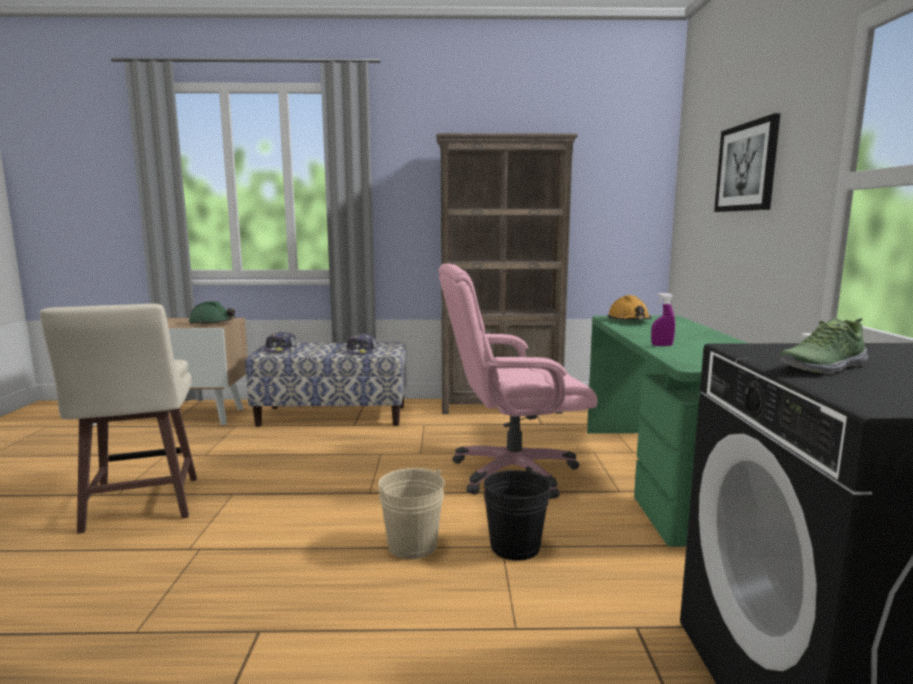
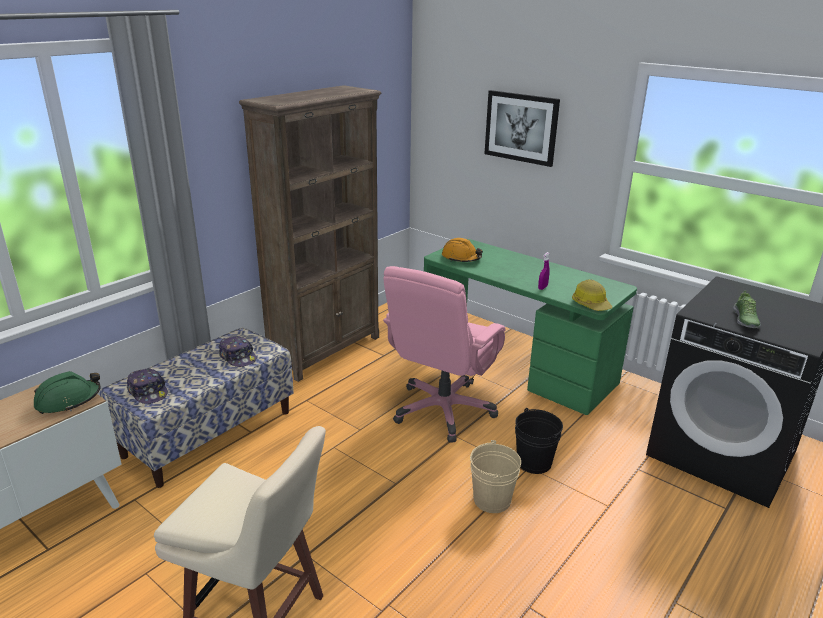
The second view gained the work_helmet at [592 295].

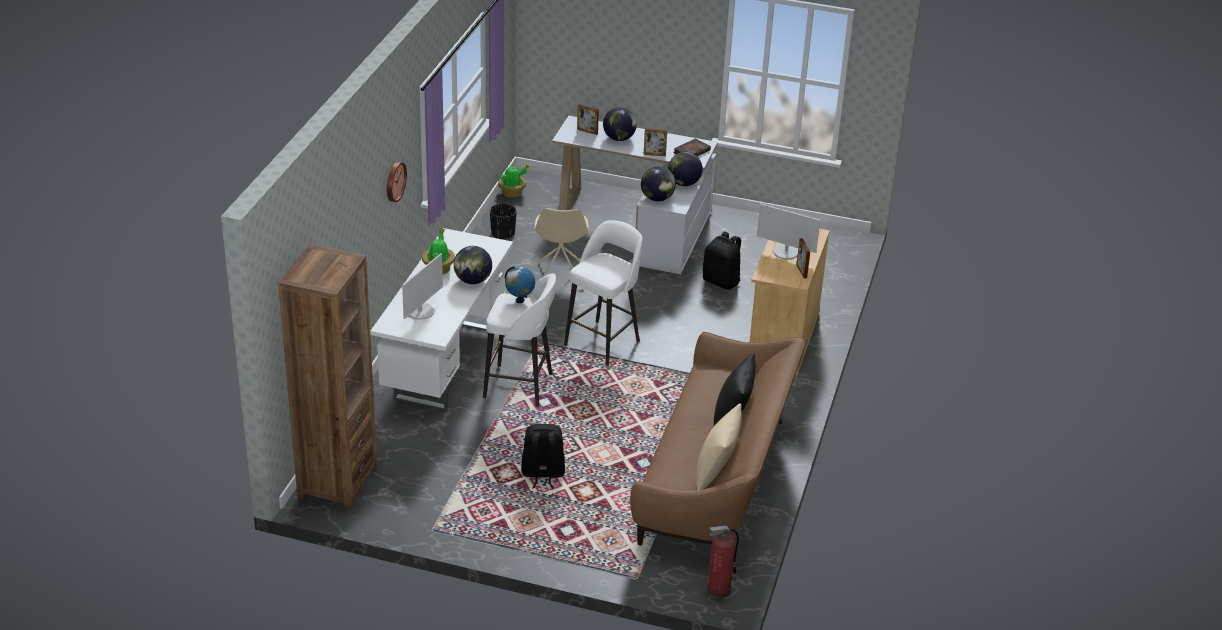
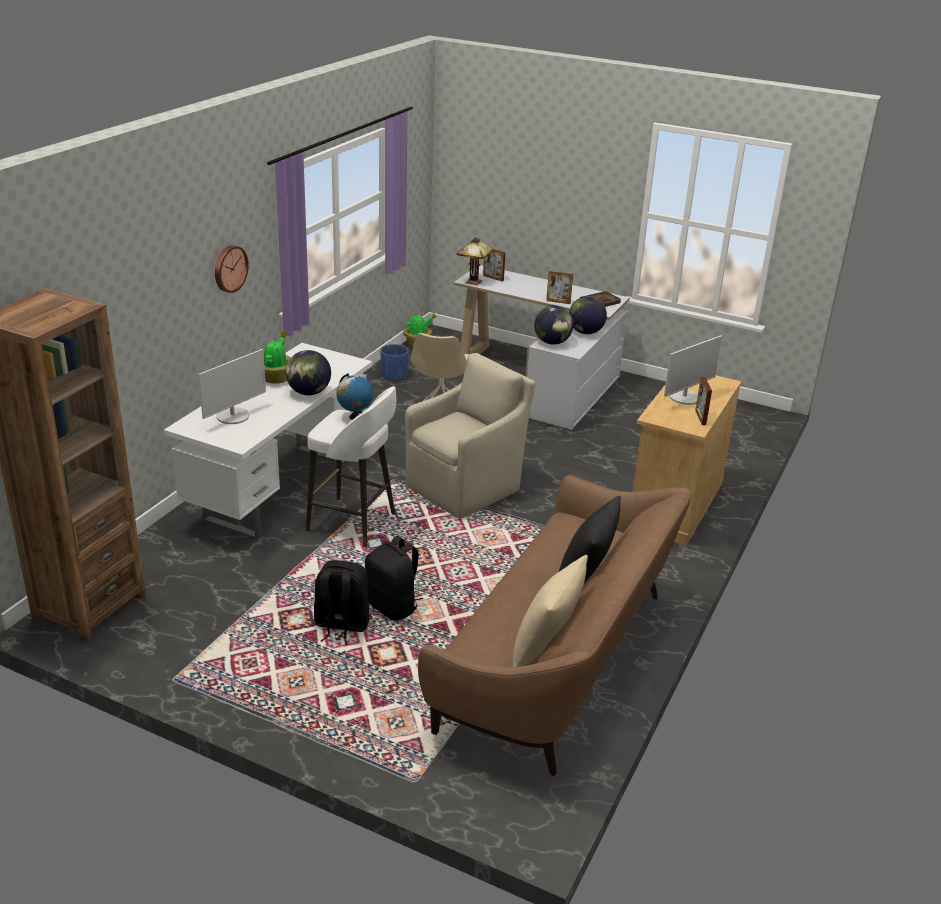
What was the black-coloured_plant_pot at [503 221] turned into the bluish_plant_pot at [394 363]. Where the white-coloured_sitting_stool stood at [603 293], the sand-coloured_easy_chair came to stand at [470 436]. The second view lost the desk_globe at [620 124]. The black-coloured_backpack ended up elsewhere, having gone from [722 260] to [394 578]. The second view lost the fire_extinguisher at [723 562]. The monitor at [788 231] ended up facing another way, 75 degrees counterclockwise from before. The second view gained the lamp_for_a_table at [475 261].

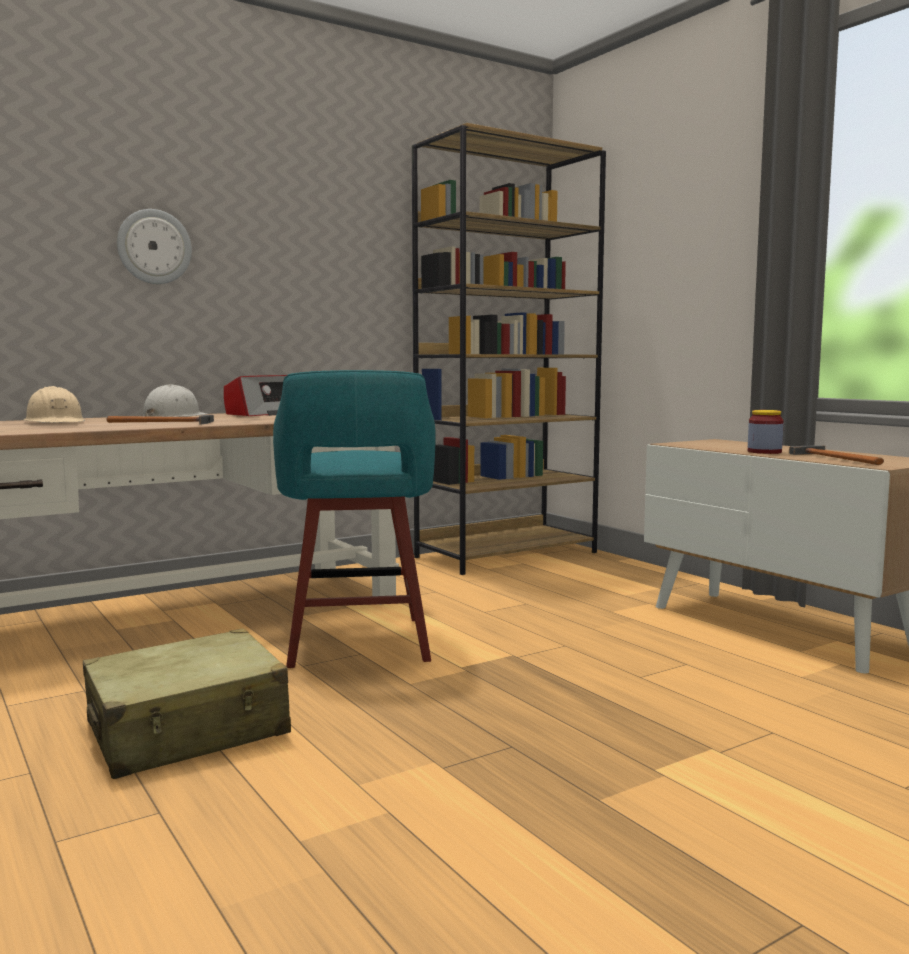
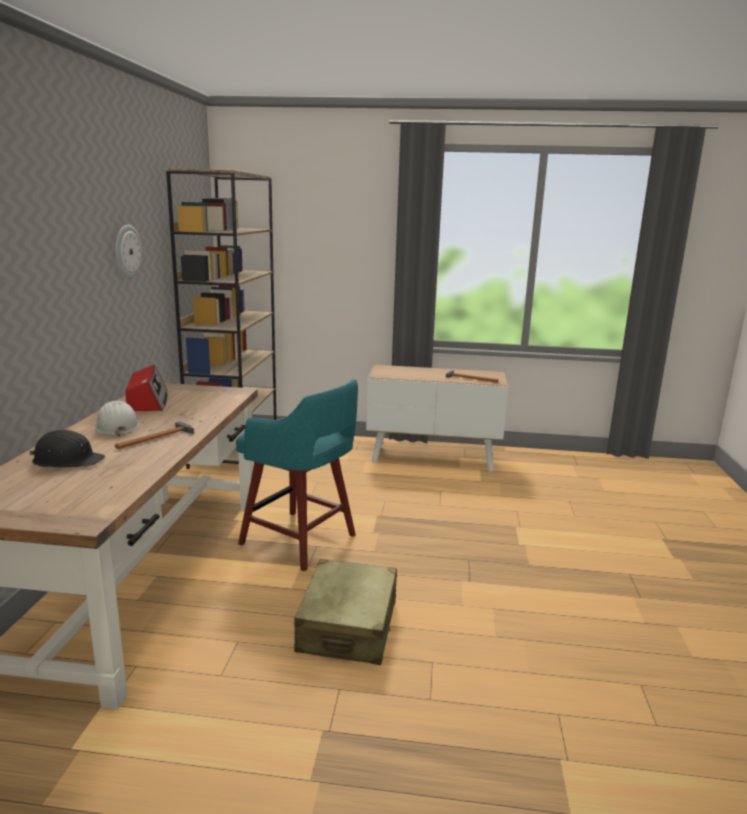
What was the sand-coloured_work_helmet at [54 404] turned into the black-coloured_work_helmet at [67 448]. The clock_on_the_wall ended up elsewhere, having gone from [154 246] to [128 252]. The second view lost the preserve_jar at [766 432].

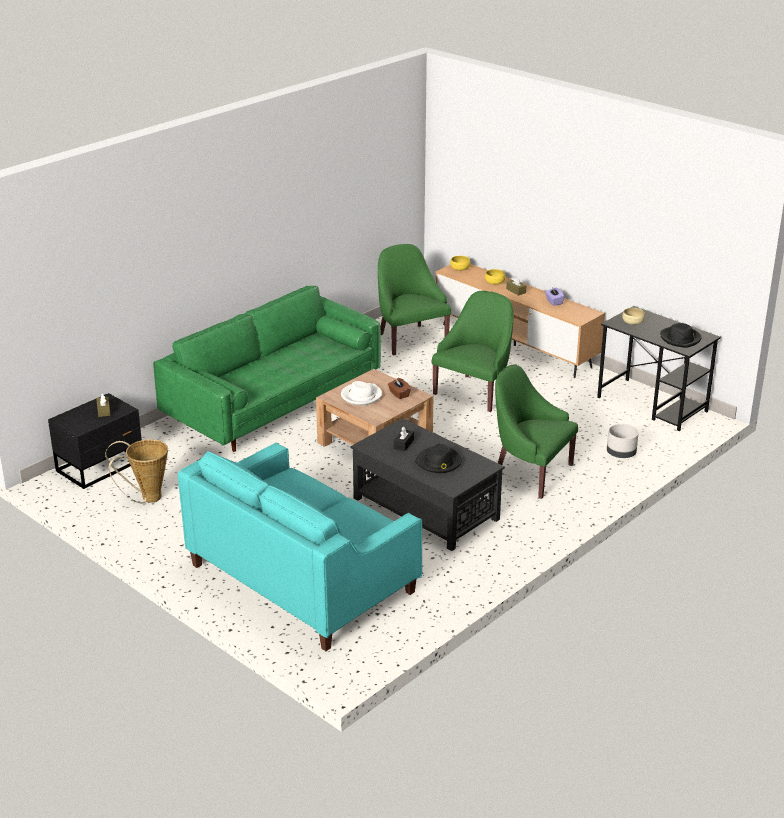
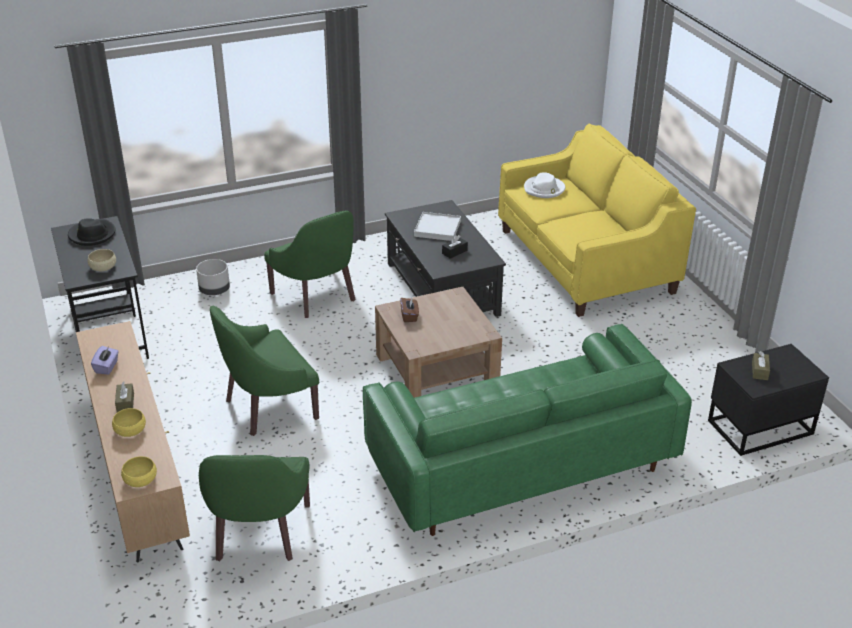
The second view lost the household_basket at [136 471]. What was the turquoise-coloured_couch at [300 547] turned into the yellow_couch at [597 220]. The white-coloured_wearable_hat ended up elsewhere, having gone from [361 393] to [544 185]. Where the black-coloured_wearable_hat stood at [438 458], the white-coloured_carrying_tray came to stand at [437 226].

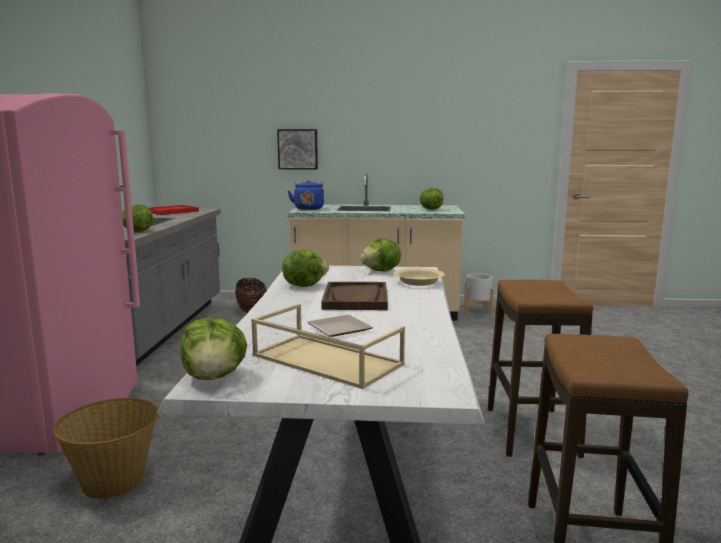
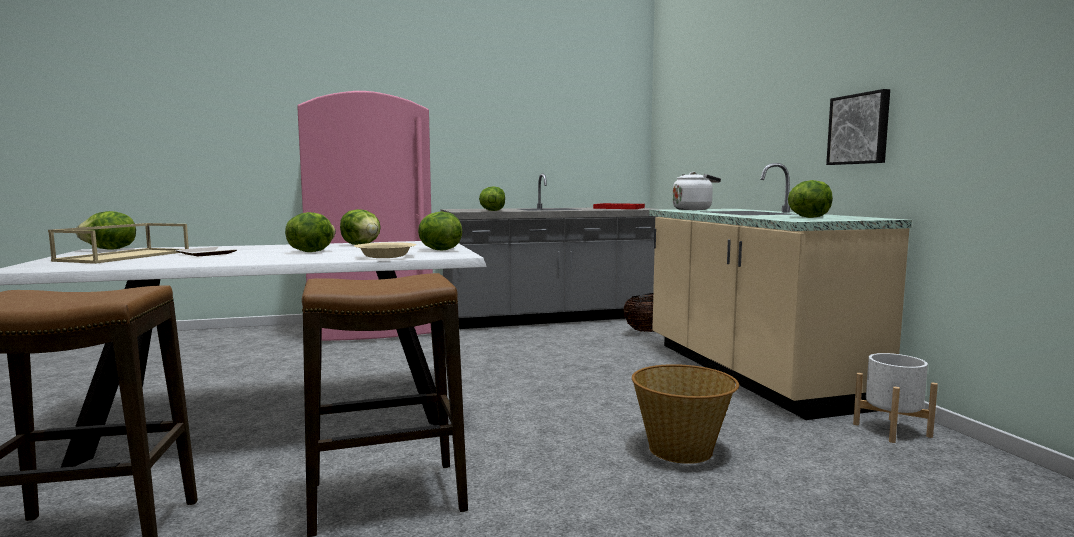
The household_basket ended up elsewhere, having gone from [106 448] to [685 414]. The wall_art ended up elsewhere, having gone from [297 149] to [858 127]. What was the bluish_water_kettle at [306 195] turned into the white-coloured_water_kettle at [697 191]. Where the brown-coloured_carrying_tray stood at [354 296], the lettuce came to stand at [310 232].

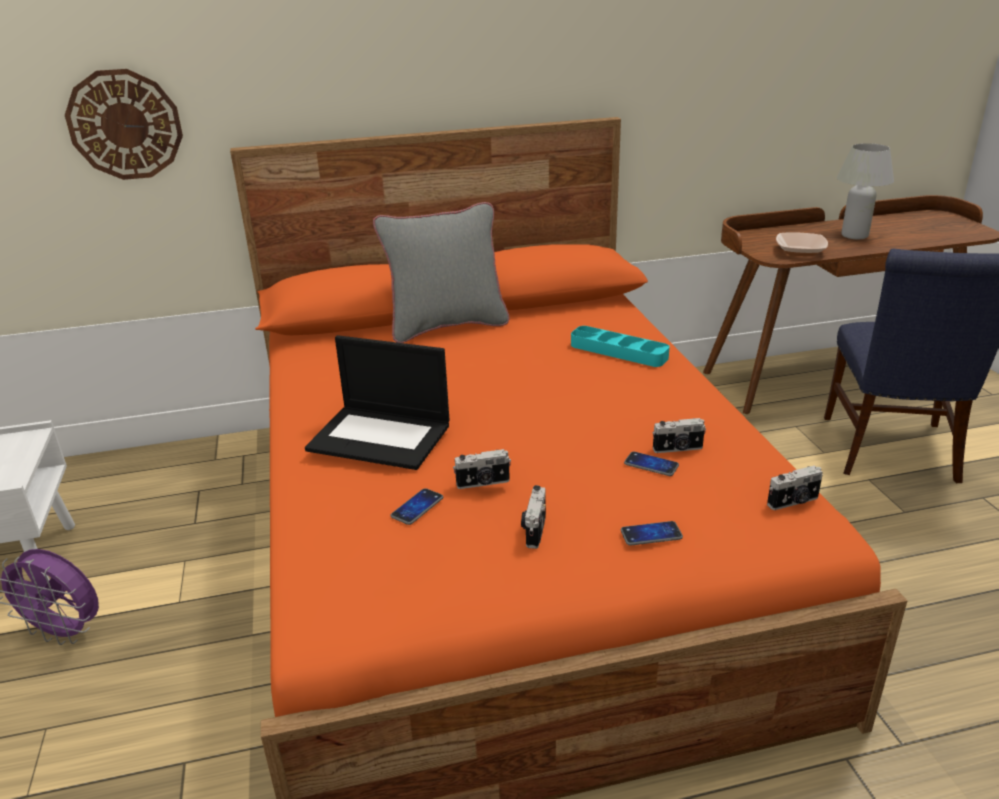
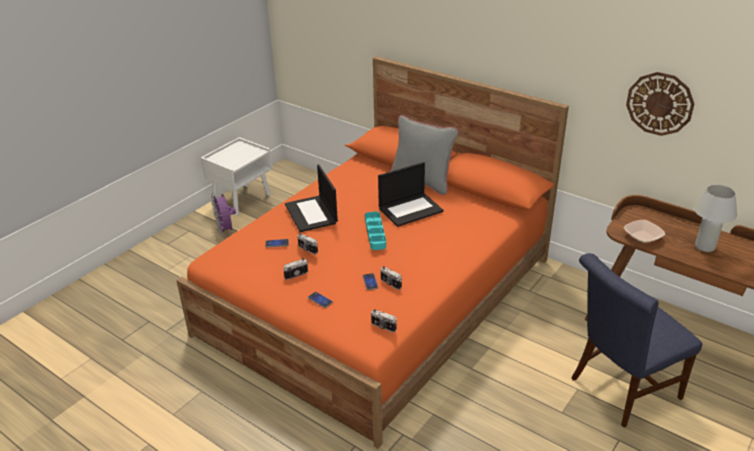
The clock_on_the_wall ended up elsewhere, having gone from [124 124] to [660 104]. The turquoise-coloured_carrying_tray ended up elsewhere, having gone from [620 346] to [375 231]. The second view gained the portable_computer at [411 194].

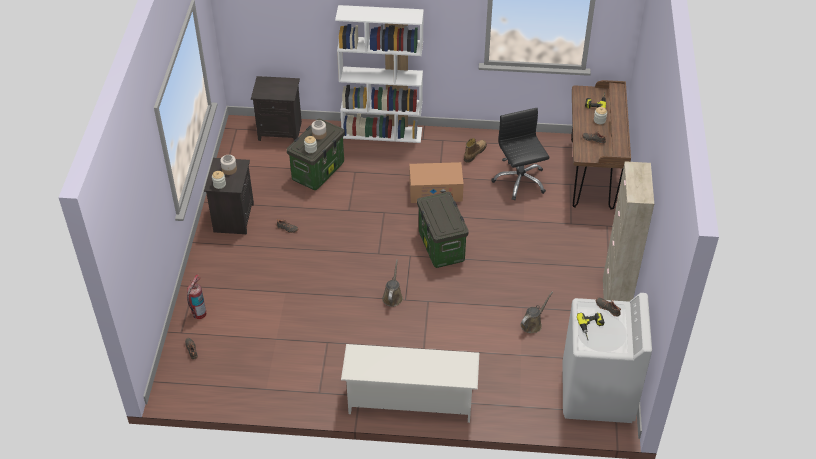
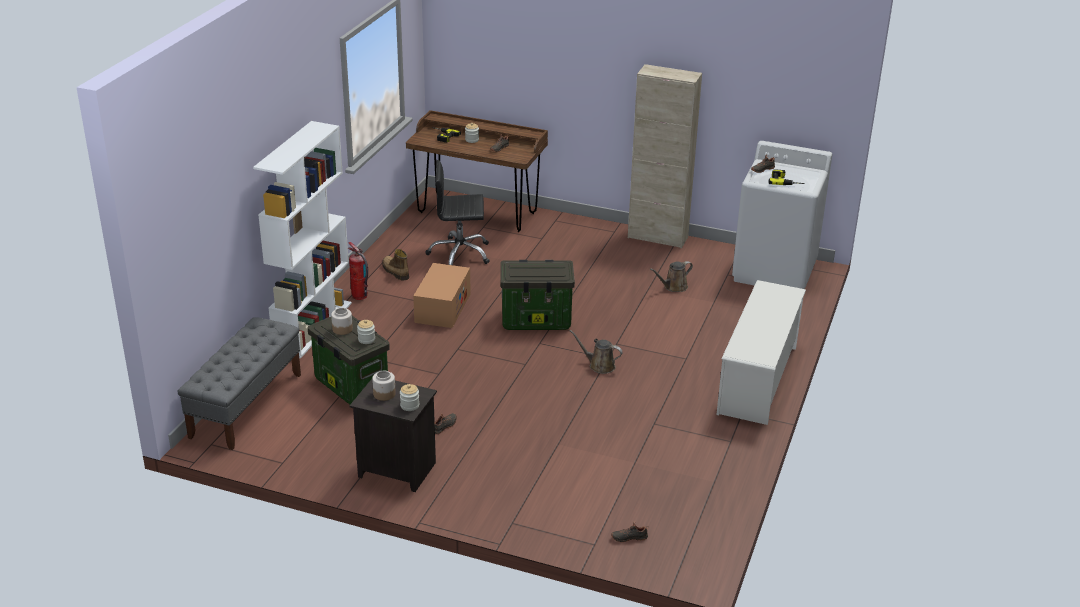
The fire_extinguisher ended up elsewhere, having gone from [196 296] to [358 271]. Where the black-coloured_nightstand stood at [276 108], the gray_bench came to stand at [239 383]. The brown-coloured_watering_can at [537 312] ended up facing another way, 90 degrees counterclockwise from before.

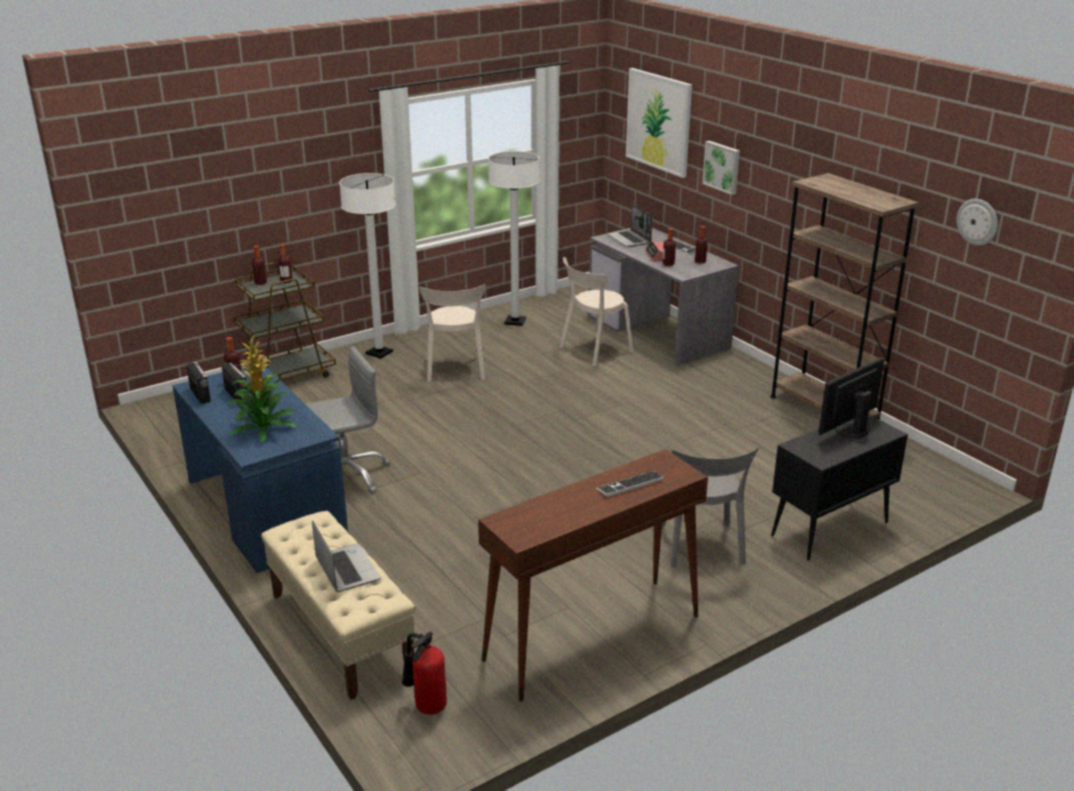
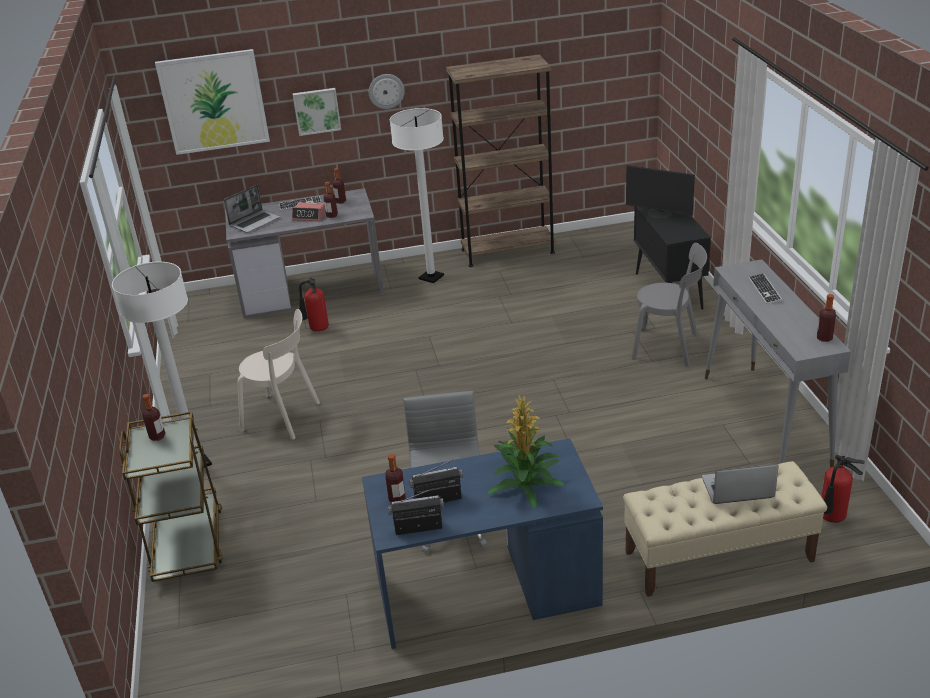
The drink_bottle ended up elsewhere, having gone from [259 265] to [826 318]. What was the brown-coloured_console_table at [593 575] turned into the gray_console_table at [778 364]. The white-coloured_standard_lamp ended up elsewhere, having gone from [513 238] to [417 195]. Where the sand-coloured_upright_chair stood at [596 311], the fire_extinguisher came to stand at [314 304]. The portable_computer at [630 225] ended up facing another way, 45 degrees counterclockwise from before. The monitor at [851 398] ended up facing another way, 45 degrees counterclockwise from before. The clock_on_the_wall ended up elsewhere, having gone from [977 222] to [387 91].

